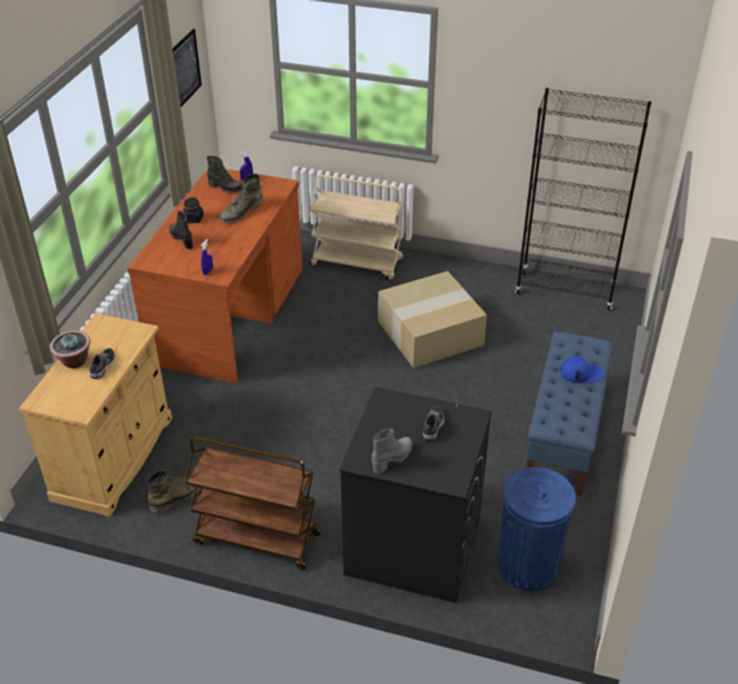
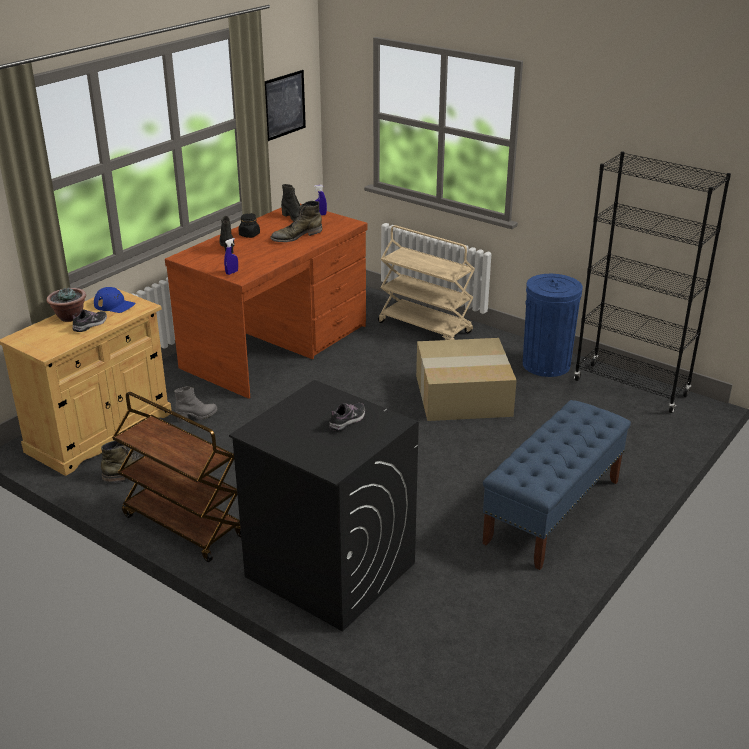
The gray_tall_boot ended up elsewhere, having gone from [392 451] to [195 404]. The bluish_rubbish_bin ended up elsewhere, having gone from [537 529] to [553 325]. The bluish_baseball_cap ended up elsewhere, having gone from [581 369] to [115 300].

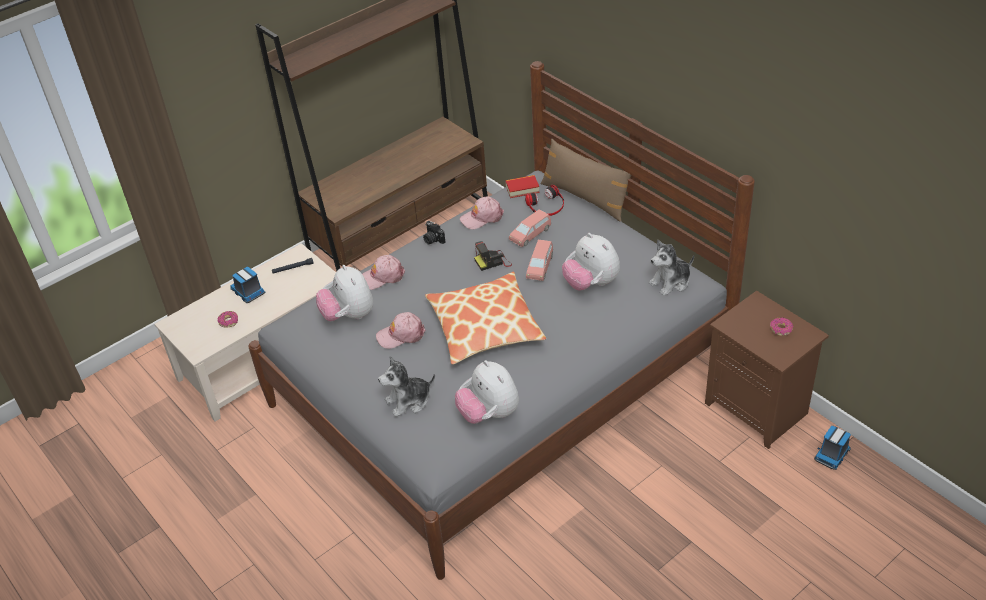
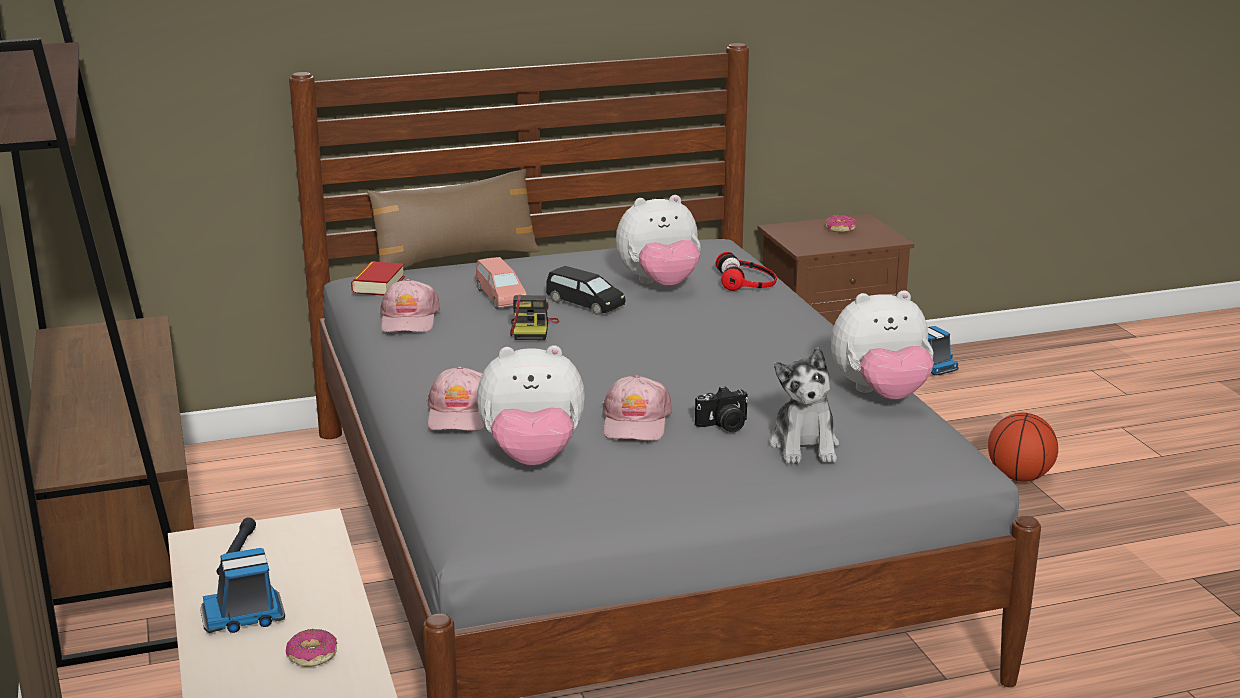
The photo_camera ended up elsewhere, having gone from [434 233] to [722 409]. The second view lost the throw_pillow at [485 318]. The headset ended up elsewhere, having gone from [544 200] to [746 271]. What was the pinkish_toy_car at [539 260] turned into the black-coloured_toy_car at [585 290]. The second view lost the plush_toy at [671 268]. The second view gained the basketball_ball at [1023 447].

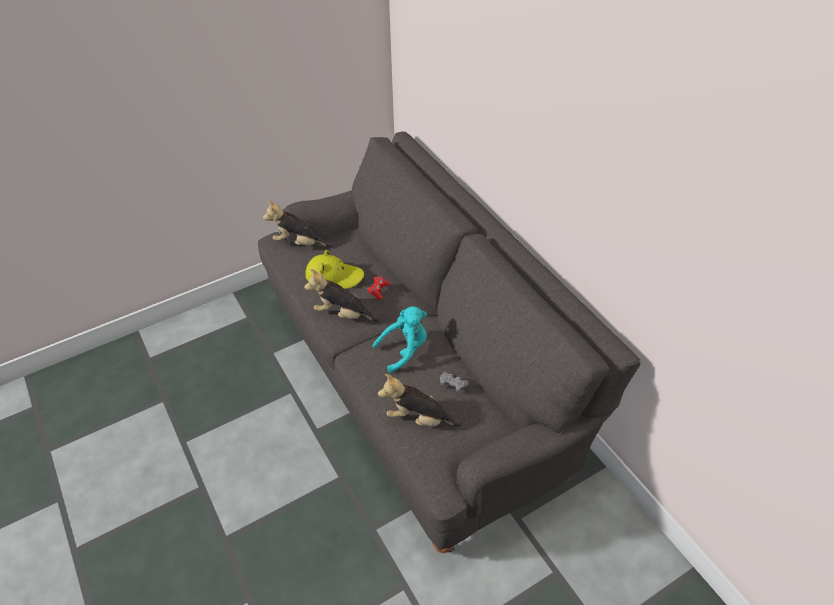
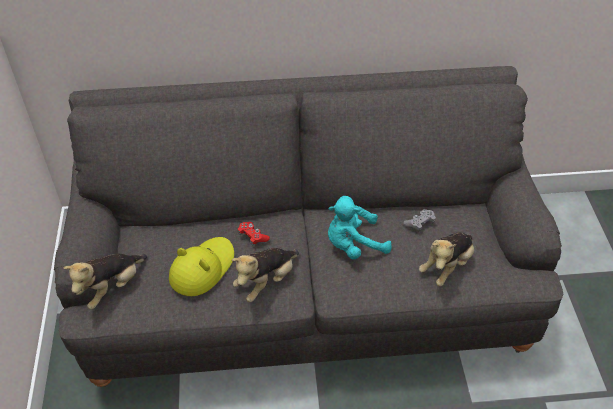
The turquoise-coloured_plush_toy at [400 339] ended up facing another way, 105 degrees counterclockwise from before.

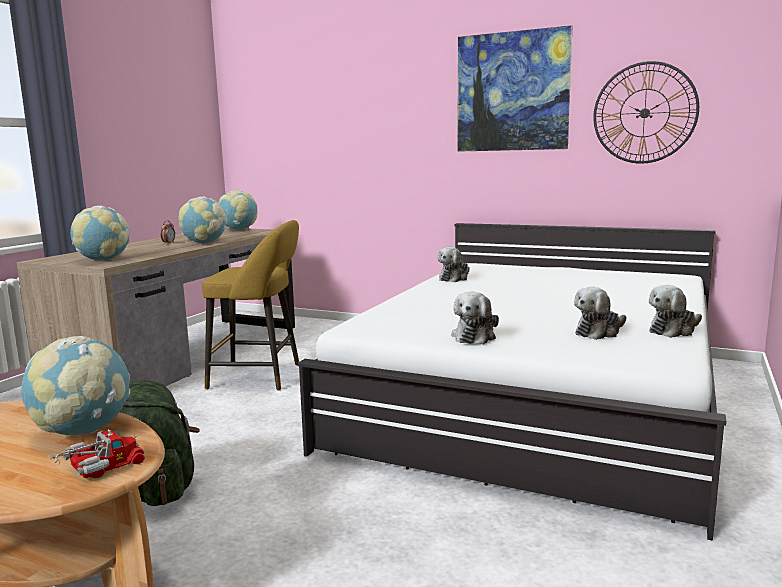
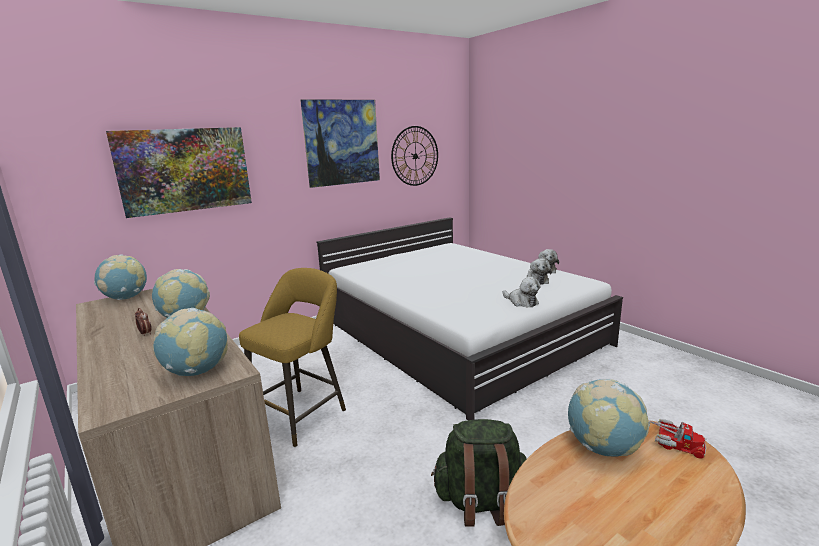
The toy_lorry at [96 453] ended up facing another way, 135 degrees clockwise from before. The second view lost the plush_toy at [454 264]. The second view gained the wall_art at [179 172].

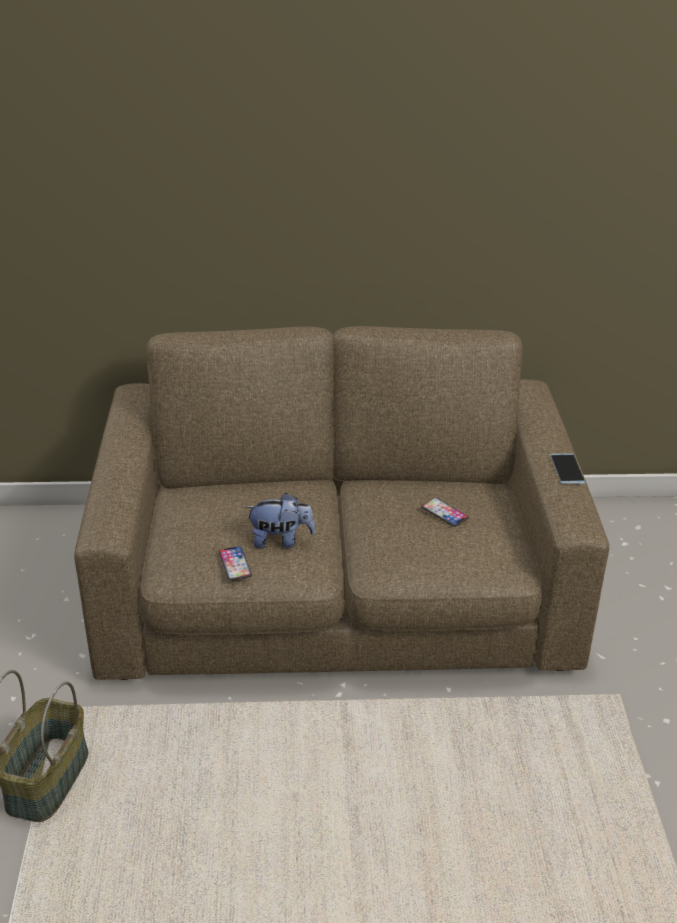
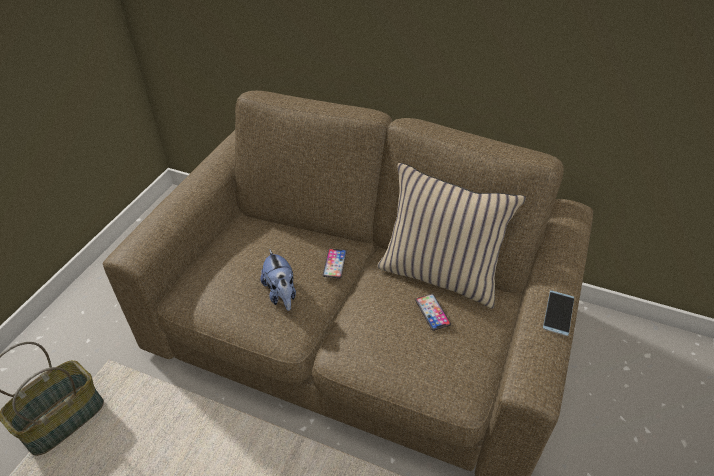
The handset ended up elsewhere, having gone from [235 563] to [335 263]. The plush_toy at [280 521] ended up facing another way, 45 degrees clockwise from before. The second view gained the sand-coloured_throw_pillow at [451 236].

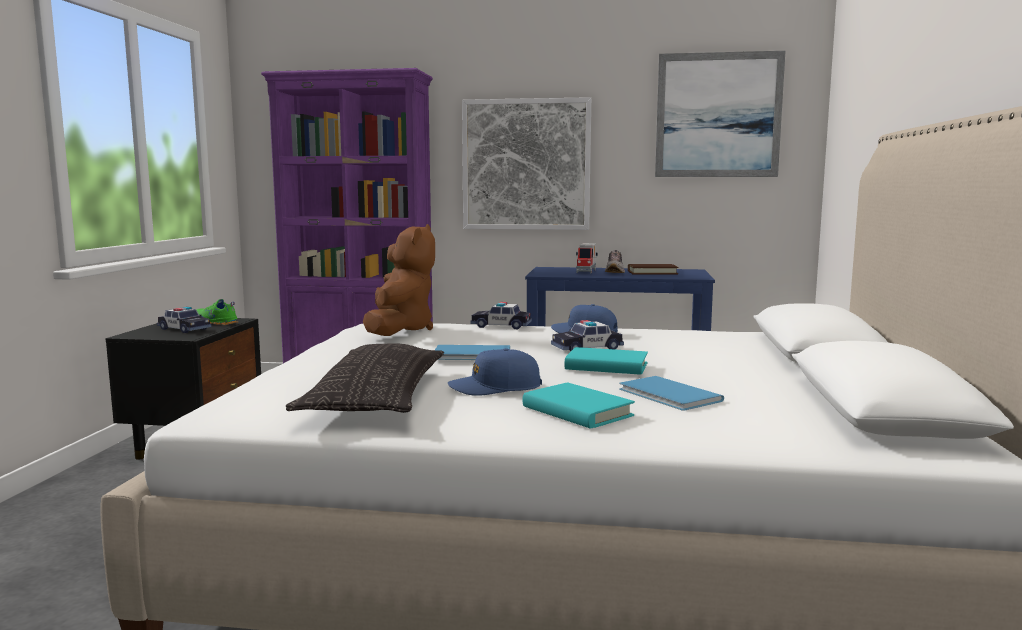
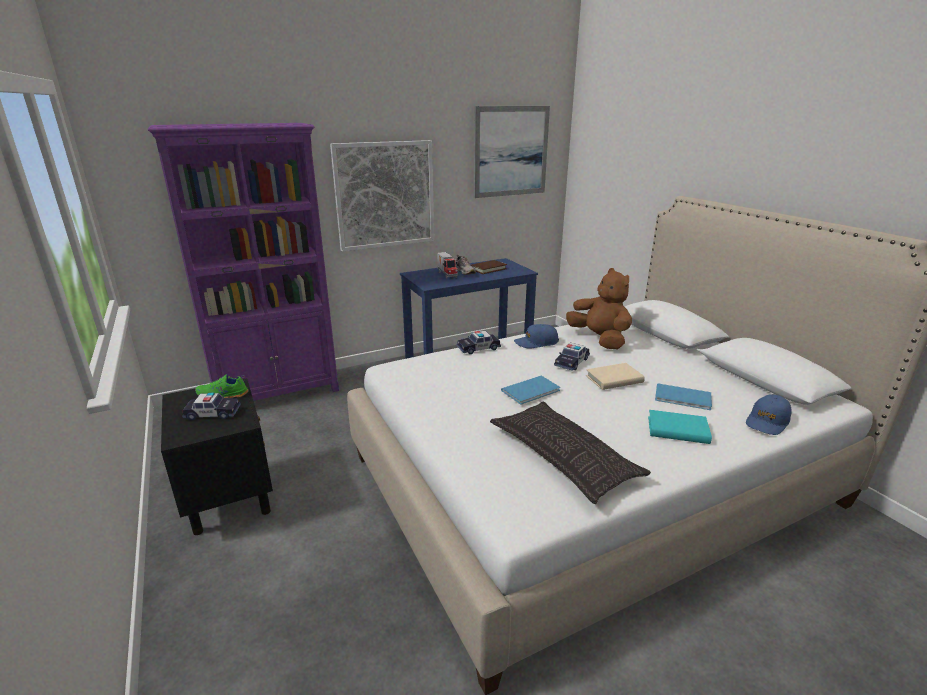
The brown-coloured_plush_toy ended up elsewhere, having gone from [399 280] to [599 308]. The bluish_baseball_cap ended up elsewhere, having gone from [495 372] to [769 414]. What was the turquoise-coloured_book at [606 361] turned into the sand-coloured_book at [615 376].

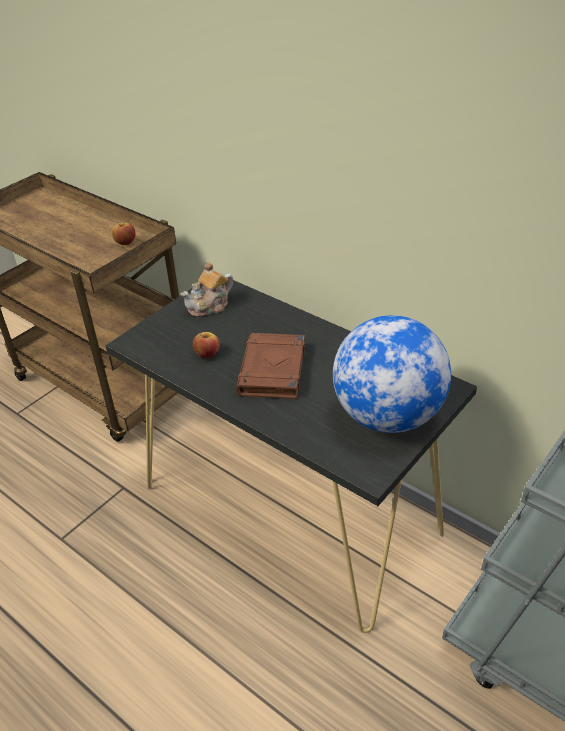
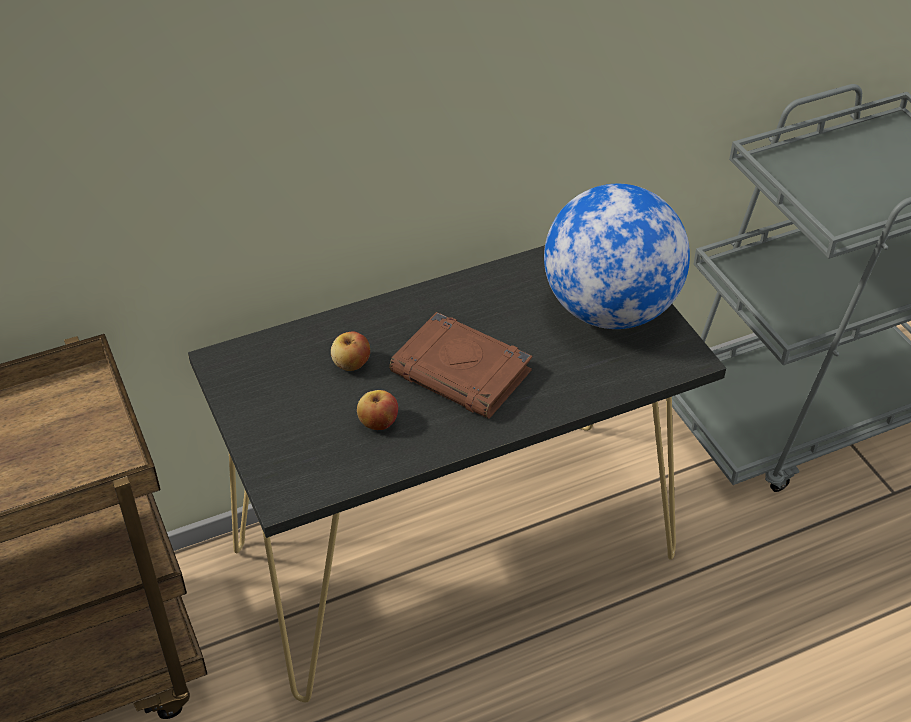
The apple ended up elsewhere, having gone from [124 234] to [350 351]. The second view lost the tea_pot at [207 289].

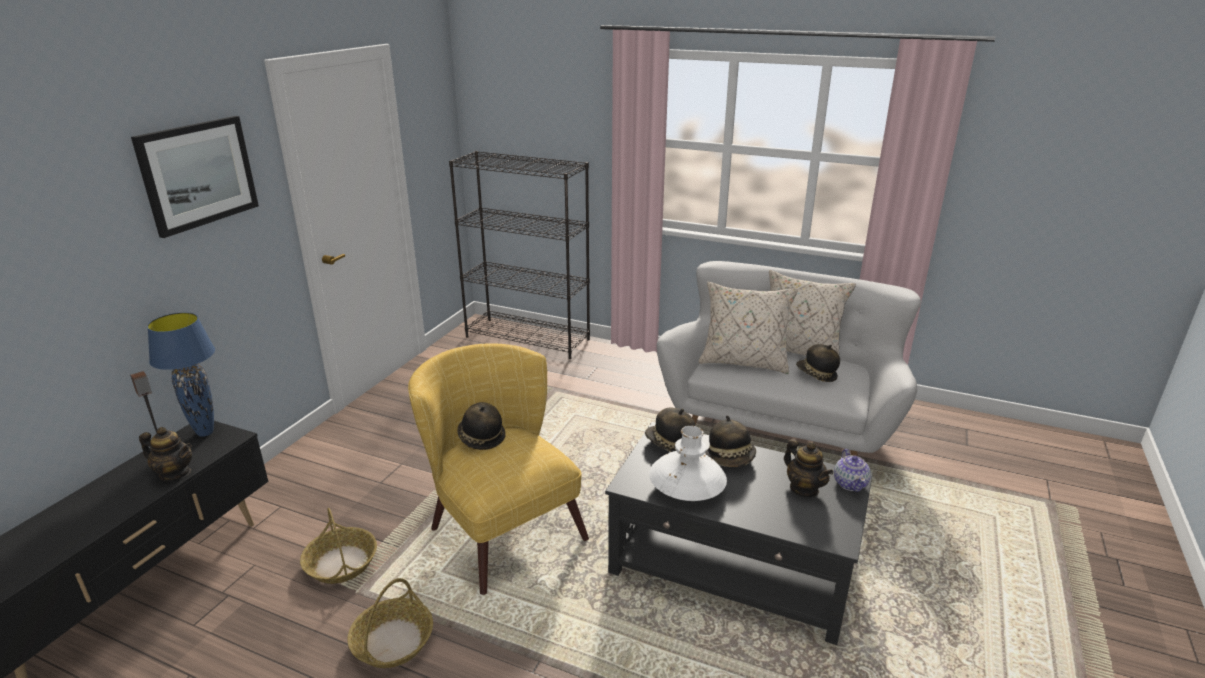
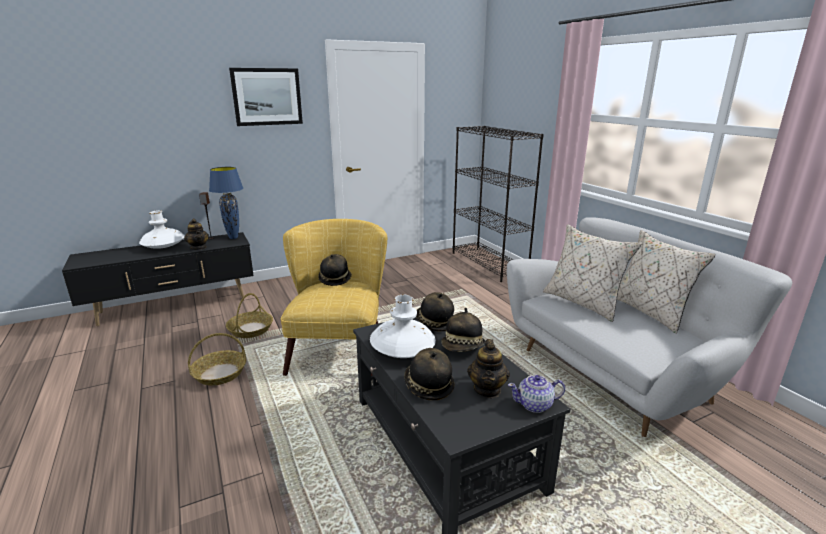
The wearable_hat ended up elsewhere, having gone from [818 363] to [429 374]. The tea_pot at [852 470] ended up facing another way, 45 degrees clockwise from before. The second view gained the white-coloured_flower_vase at [162 229].

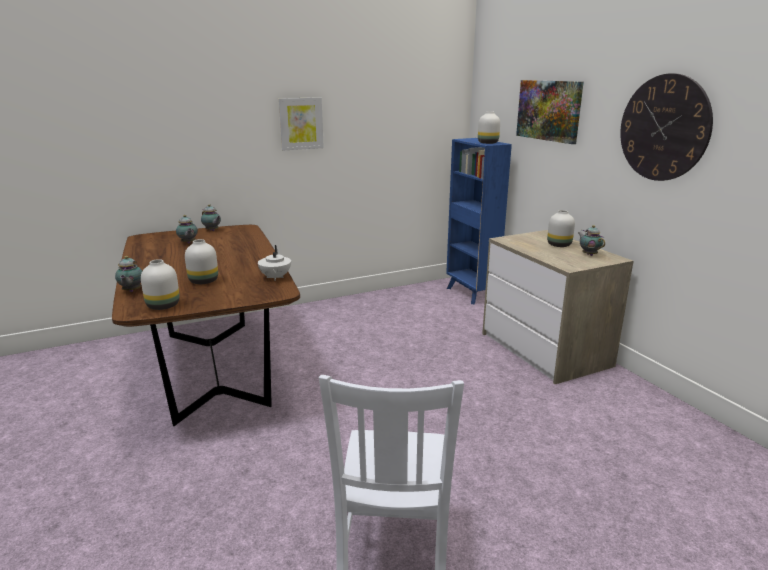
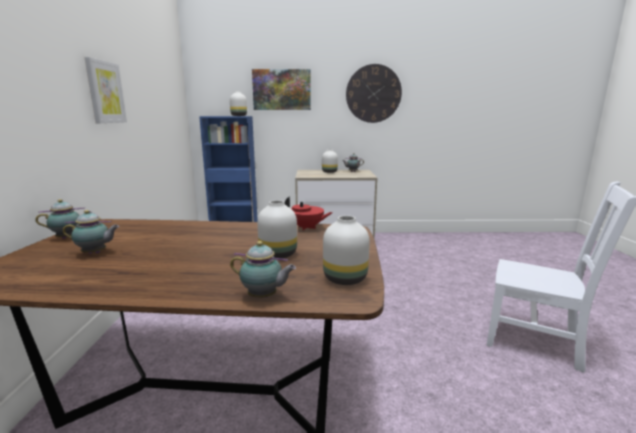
What was the white-coloured_tea_pot at [274 263] turned into the reddish_tea_pot at [309 213].

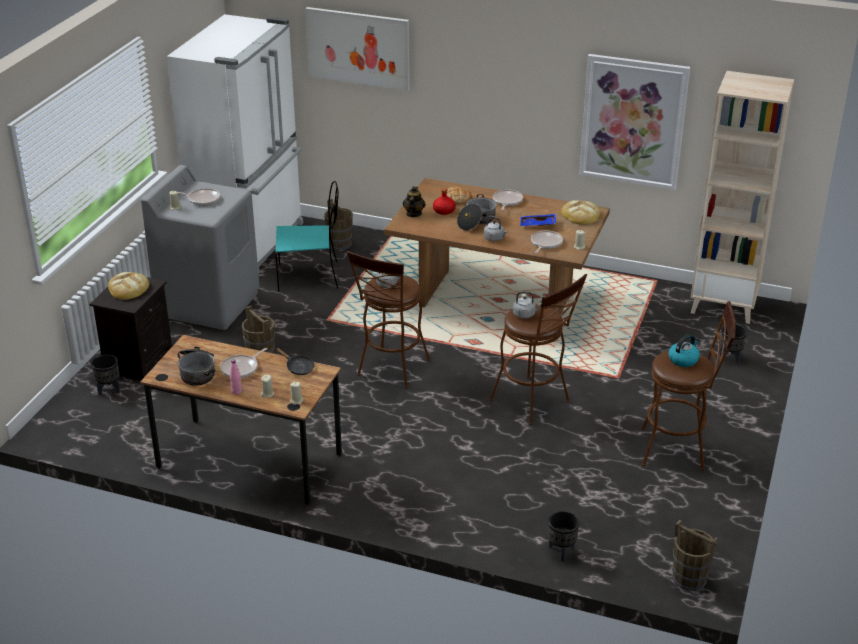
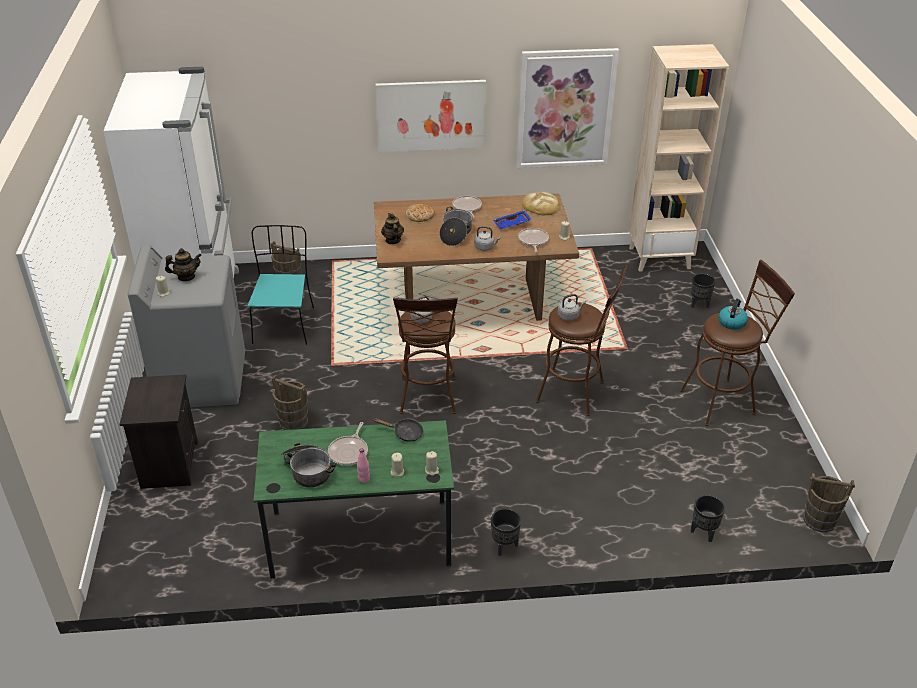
The black-coloured_plant_pot ended up elsewhere, having gone from [105 374] to [506 532]. The second view lost the baked_bread at [128 286]. What was the brown-coloured_desk_unit at [241 420] turned into the green-coloured_desk_unit at [354 499]. Where the skillet stood at [199 197], the tea_pot came to stand at [183 264]. The turquoise-coloured_upright_chair at [307 236] ended up facing another way, 60 degrees counterclockwise from before. The wall_art ended up elsewhere, having gone from [357 49] to [431 116]. The second view lost the reddish_drink_bottle at [444 201].

